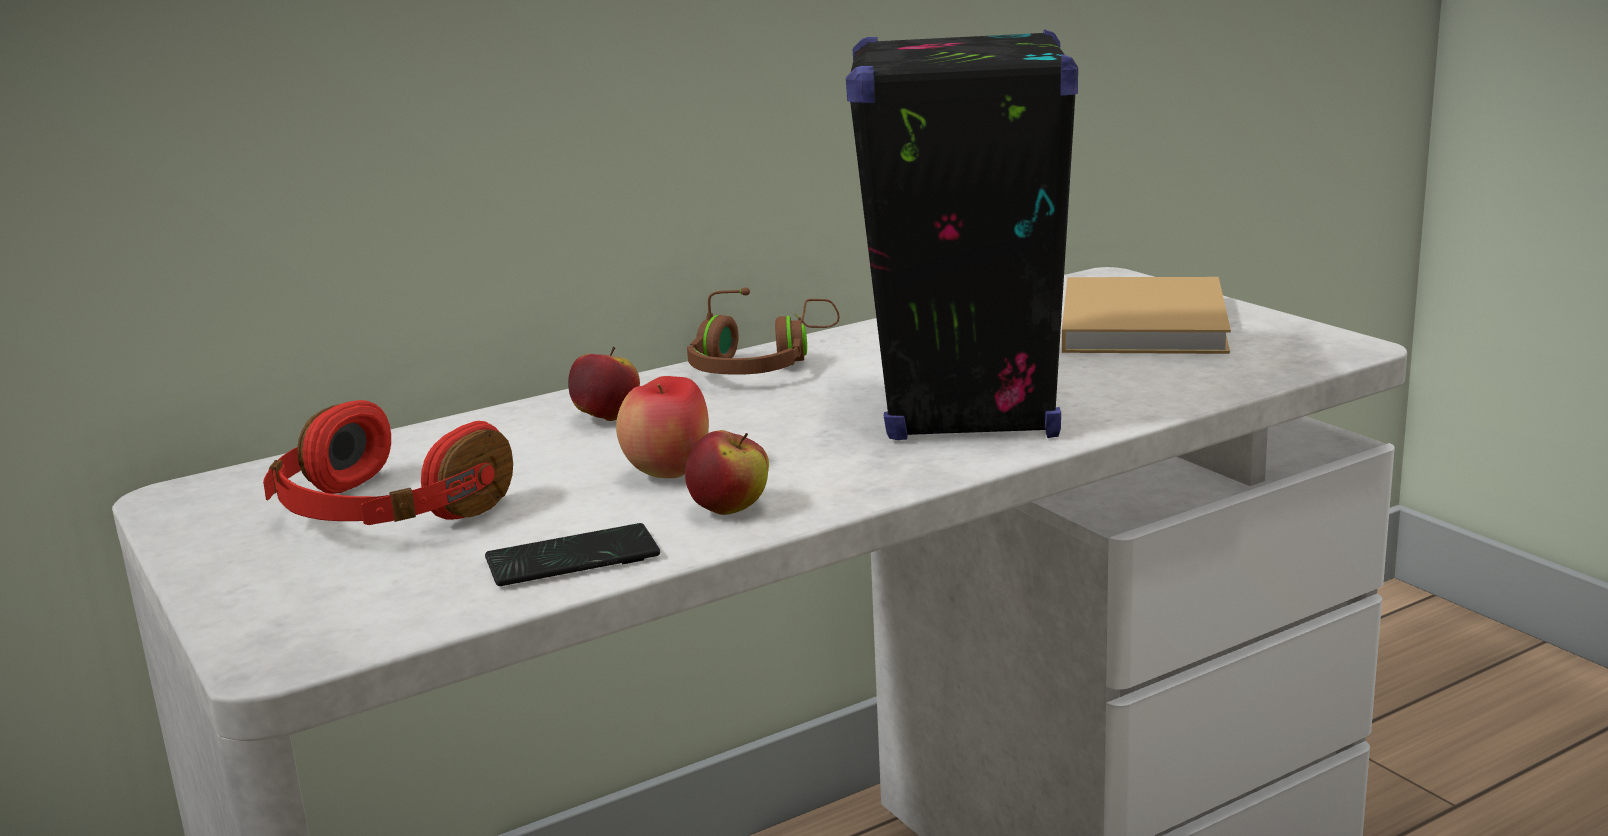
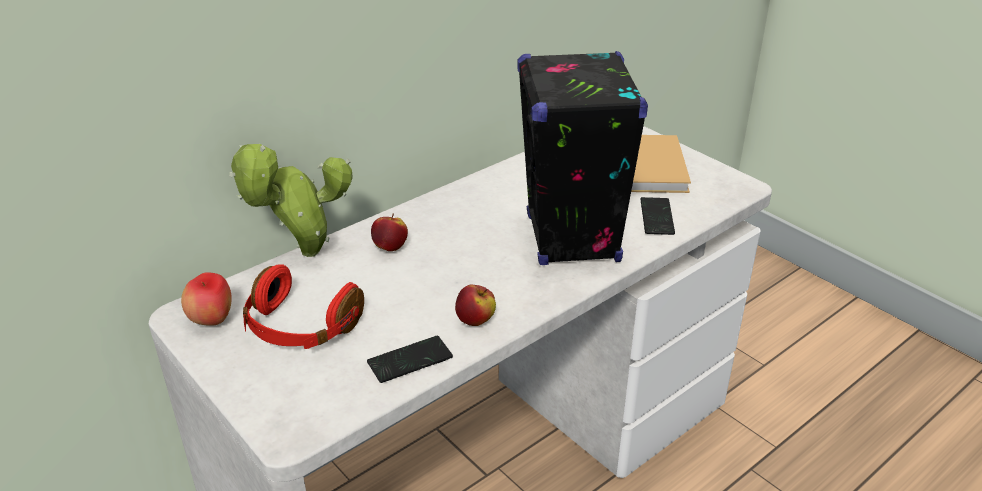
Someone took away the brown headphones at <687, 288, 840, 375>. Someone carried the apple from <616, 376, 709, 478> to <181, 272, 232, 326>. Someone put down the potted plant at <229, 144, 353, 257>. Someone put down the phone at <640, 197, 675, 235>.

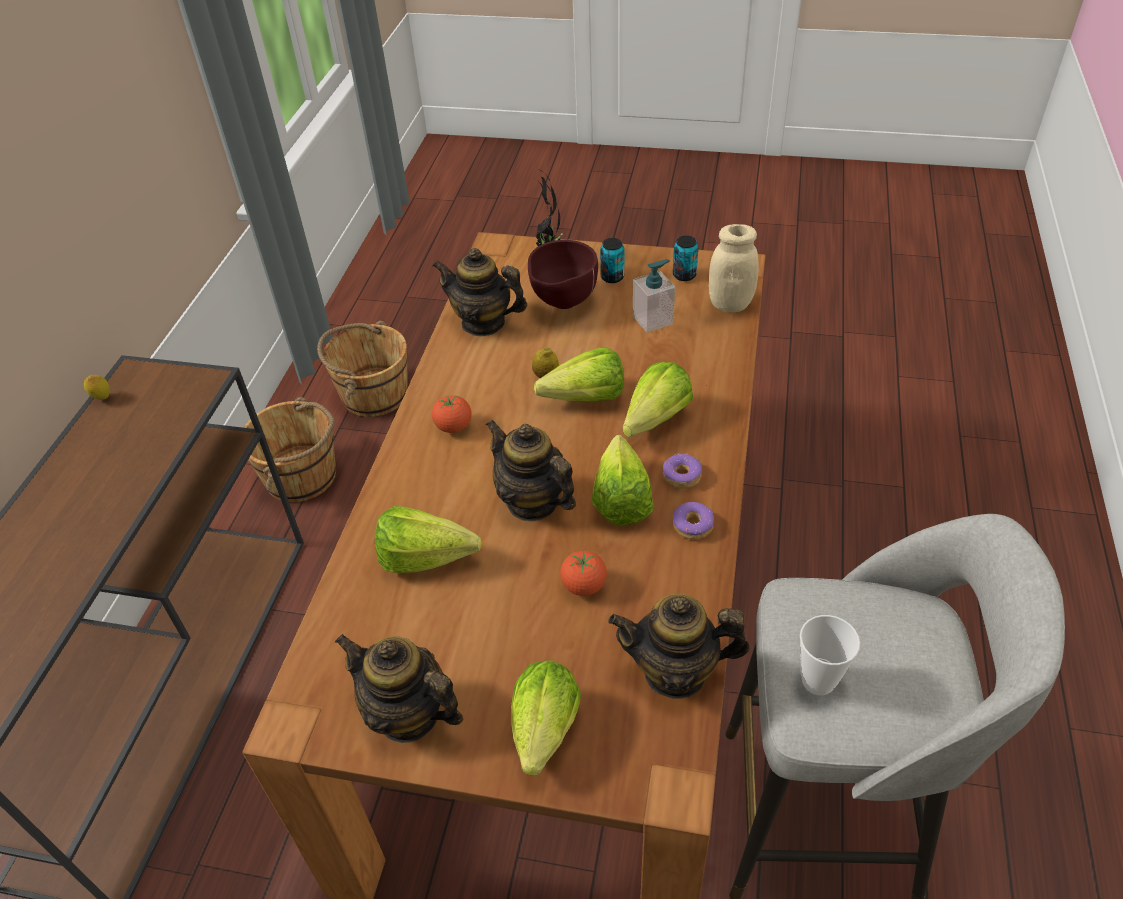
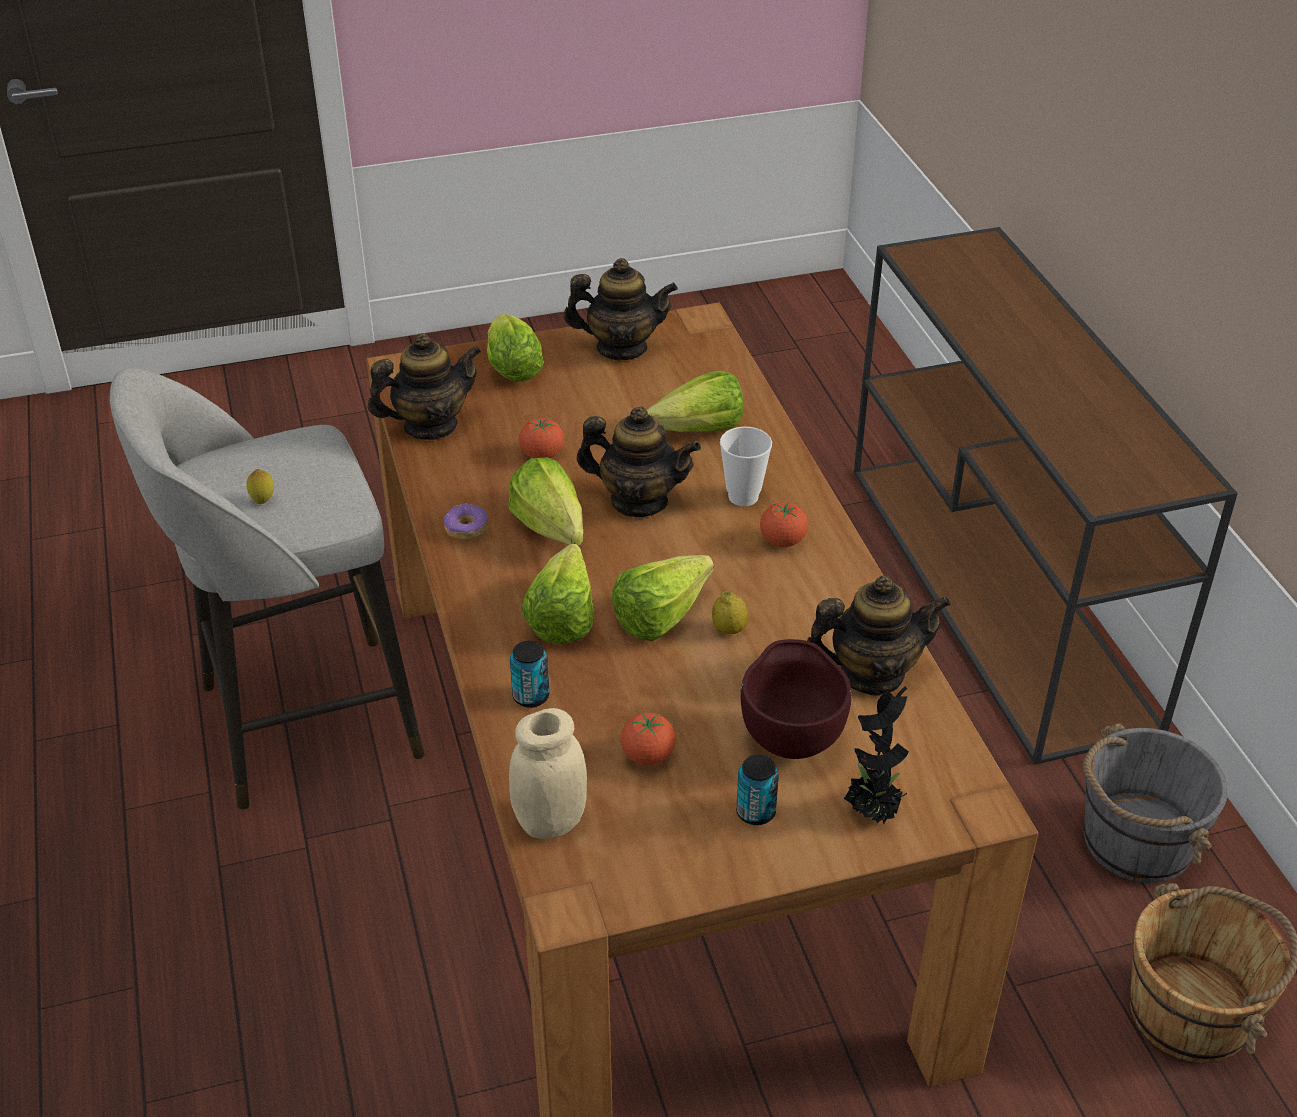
Someone carried the can from <673, 236, 698, 281> to <510, 641, 549, 708>. Someone swapped the soap dispenser at <633, 259, 675, 333> for the tomato at <621, 713, 676, 765>. Someone carried the lemon from <84, 375, 110, 400> to <246, 469, 274, 504>. Someone repainted the brown bucket at <243, 397, 336, 502>, which became the grey bucket at <1083, 723, 1228, 883>. Someone took away the donut at <663, 453, 702, 489>. Someone carried the cup from <800, 615, 860, 695> to <720, 427, 772, 506>.

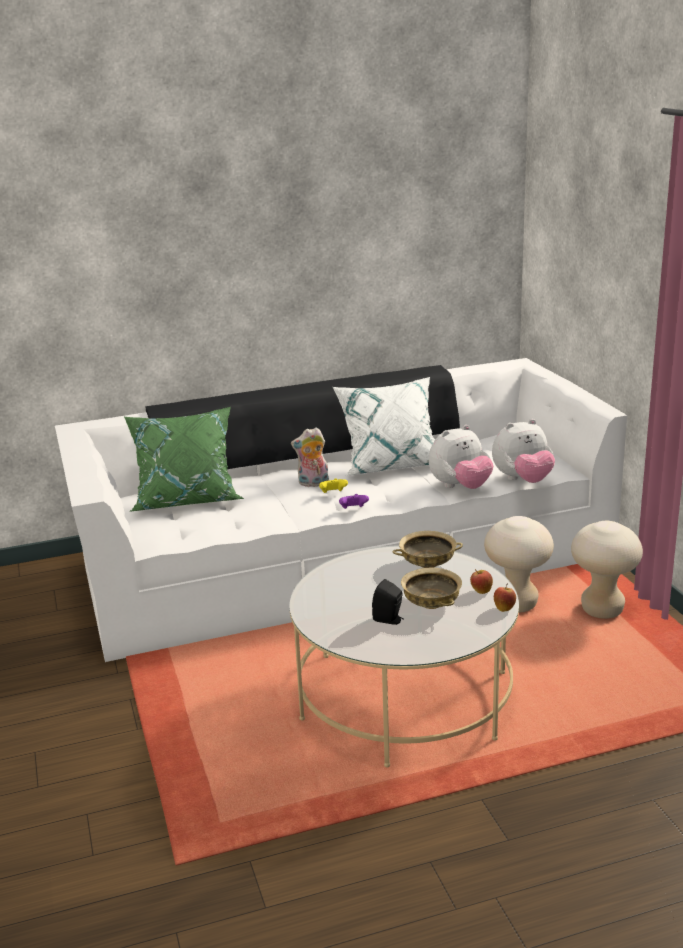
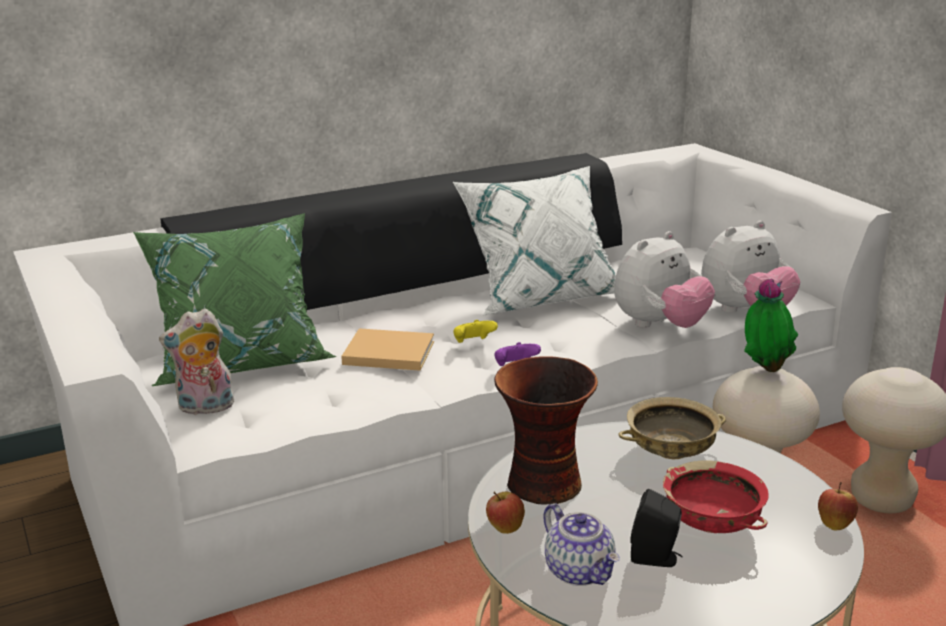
Someone carried the plush toy from <291, 428, 329, 487> to <159, 308, 235, 415>. Someone repainted the beige bowl at <401, 567, 462, 609>, which became the red bowl at <663, 460, 769, 533>. Someone carried the apple from <470, 569, 493, 594> to <486, 491, 525, 534>. Someone put down the potted plant at <744, 279, 798, 372>. Someone put down the beige book at <341, 328, 434, 371>. Someone put down the vase at <494, 356, 598, 504>. Someone put down the teapot at <544, 503, 620, 586>.

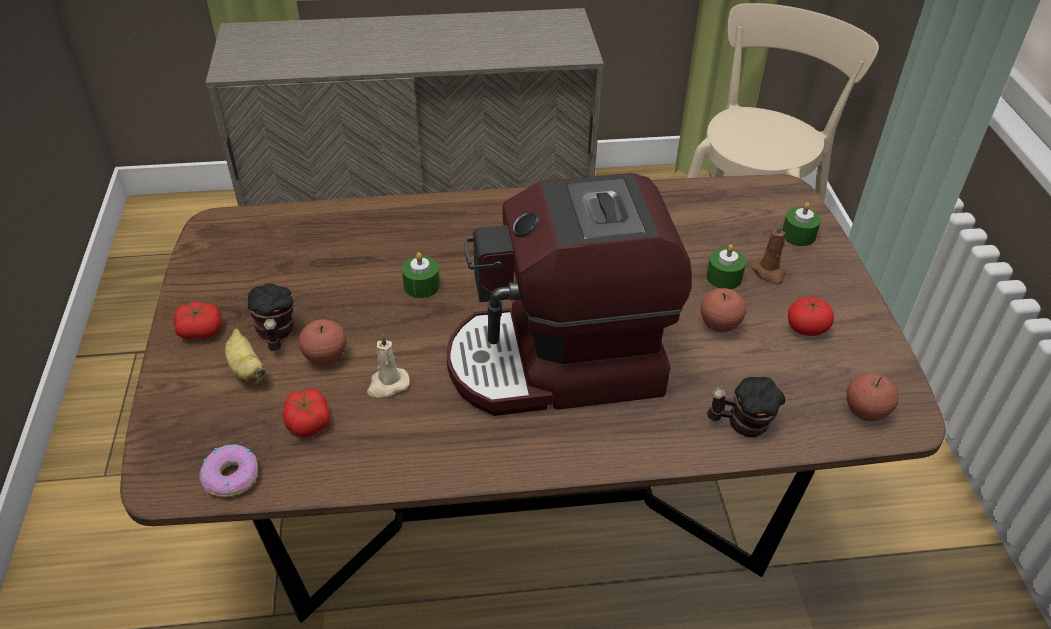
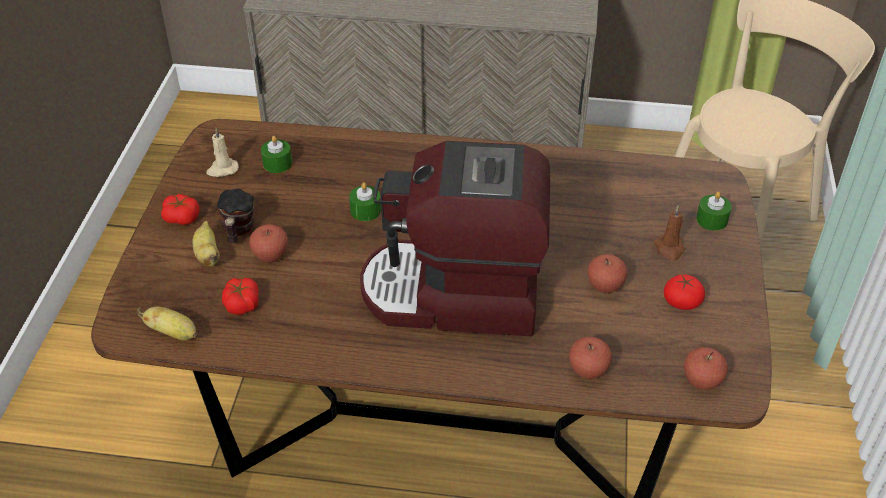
Someone carried the green candle from <706, 244, 746, 289> to <261, 136, 292, 173>. Someone carried the beige candle from <367, 333, 410, 397> to <206, 128, 239, 177>. Someone swapped the mug at <707, 377, 786, 437> for the apple at <569, 337, 612, 379>. Someone swapped the donut at <199, 444, 258, 497> for the banana at <137, 307, 196, 340>.

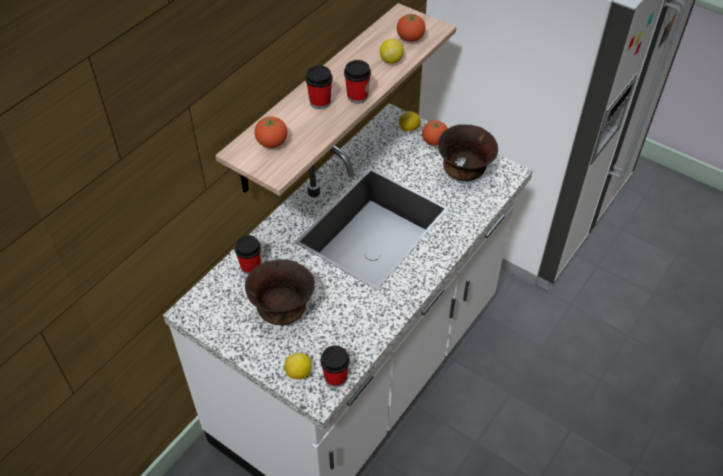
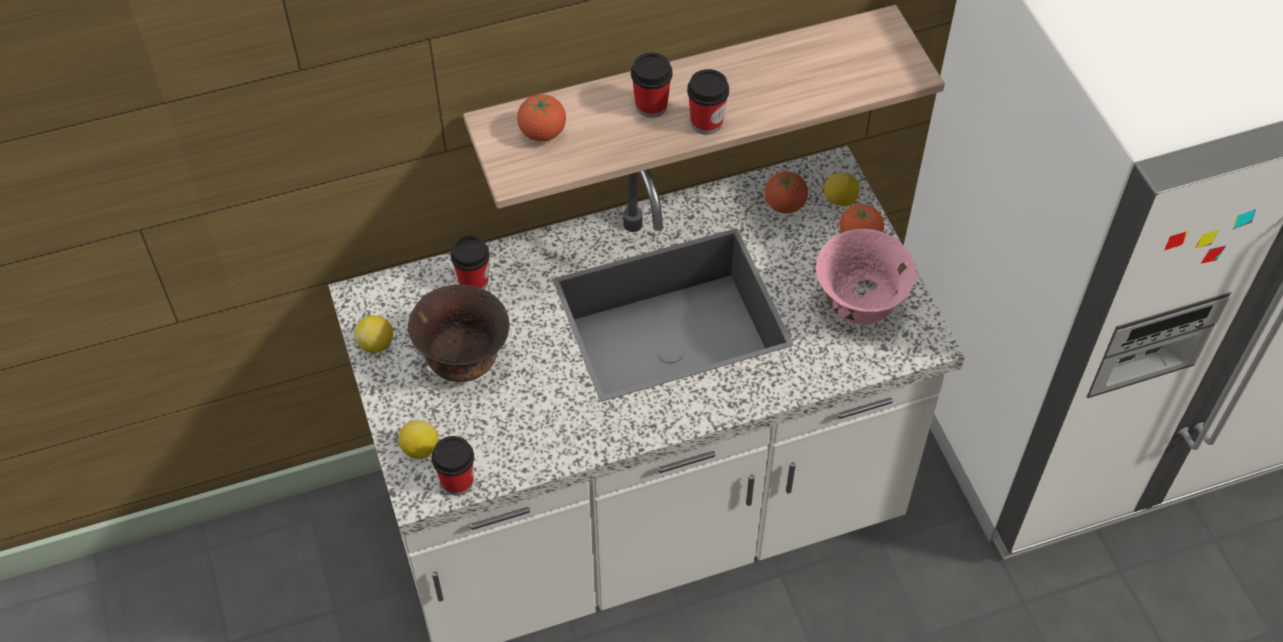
Someone carried the tomato from <397, 14, 426, 42> to <765, 172, 808, 213>. Someone carried the lemon from <380, 39, 404, 64> to <355, 315, 393, 353>. Someone repainted the brown bowl at <438, 124, 498, 181>, which became the pink bowl at <816, 229, 916, 325>.

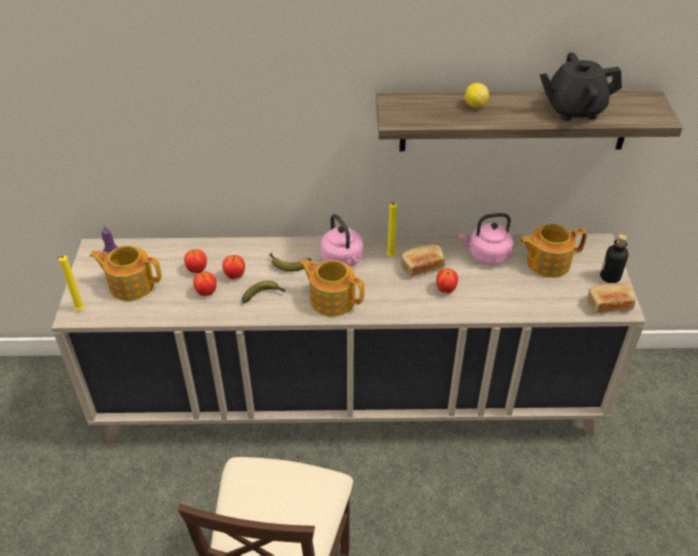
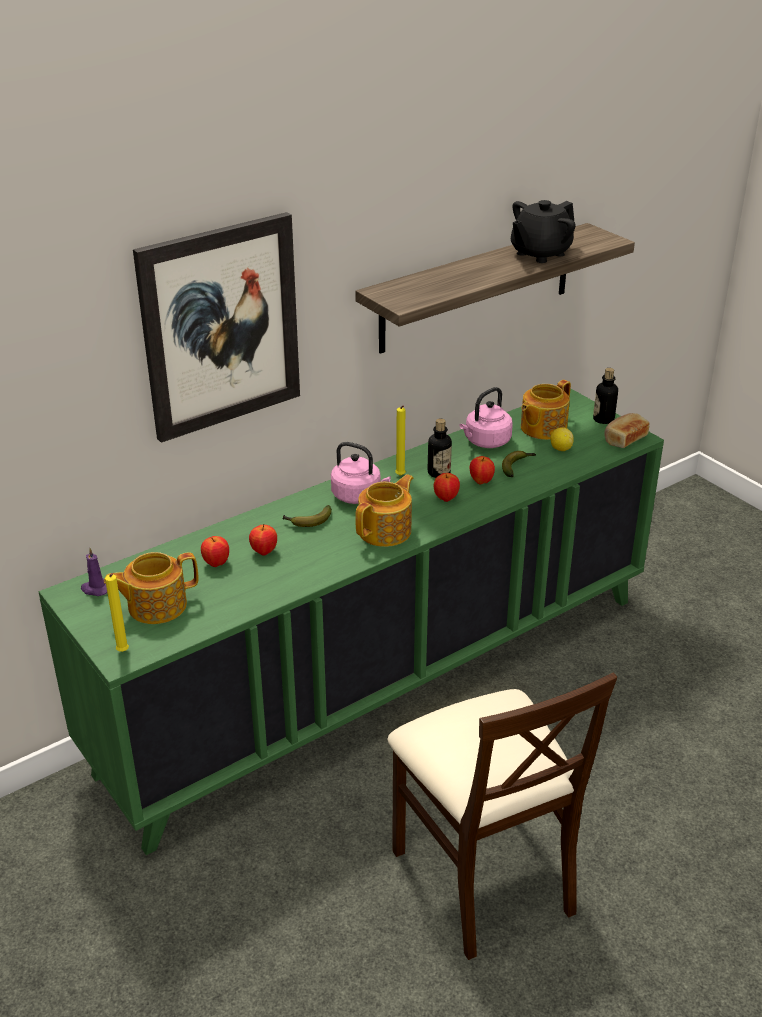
Someone carried the lemon from <465, 83, 489, 108> to <550, 427, 574, 451>. Someone repainted the beige cabinet at <52, 234, 646, 441>, which became the green cabinet at <39, 389, 664, 855>. Someone swapped the bread at <401, 244, 445, 277> for the bottle at <428, 419, 452, 478>. Someone rotated the teapot at <299, 259, 364, 317> by 135 degrees clockwise. Someone carried the apple from <193, 272, 217, 296> to <434, 473, 460, 502>. Someone carried the banana from <242, 281, 285, 303> to <502, 451, 536, 477>. Someone put up the picture at <133, 212, 300, 443>.

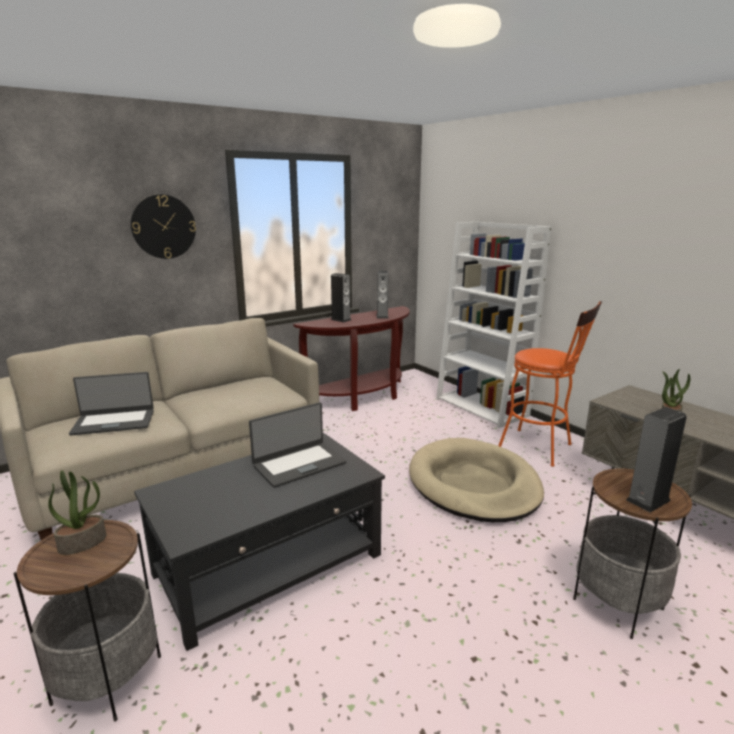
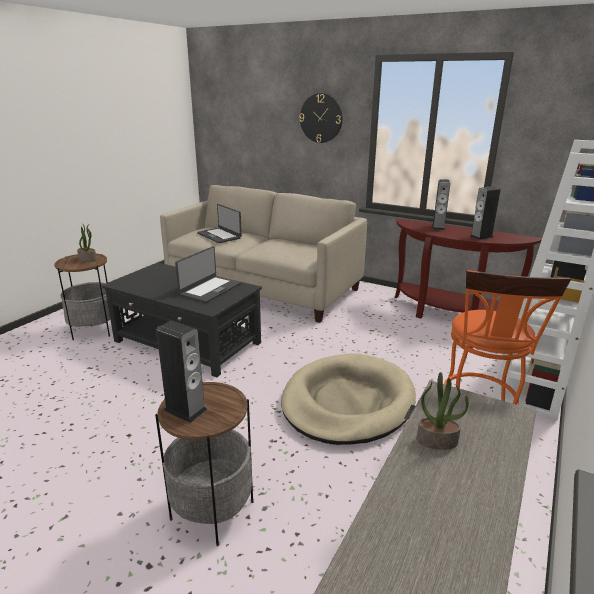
Someone rotated the laptop at <249, 402, 346, 488> by 90 degrees counterclockwise.

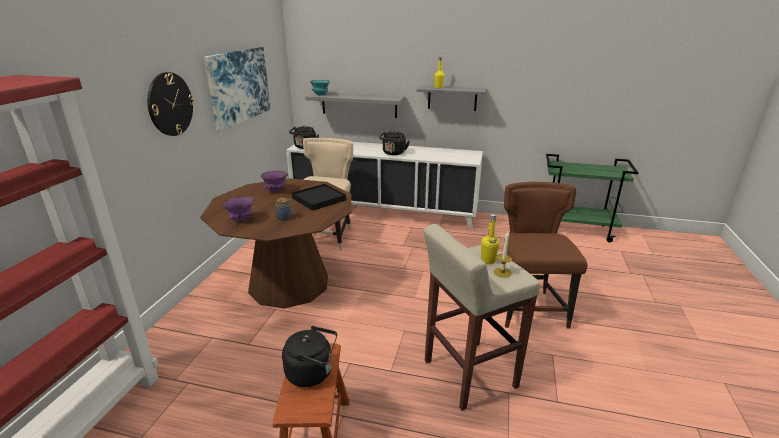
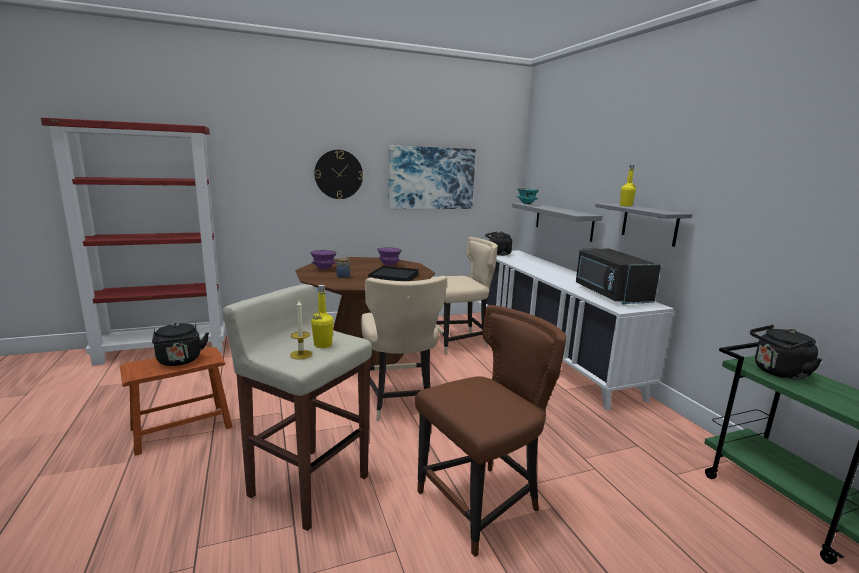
Someone carried the black kettle from <379, 131, 410, 155> to <750, 325, 822, 380>. Someone put down the black microwave at <576, 248, 661, 304>. Someone put down the beige chair at <361, 276, 447, 421>.

